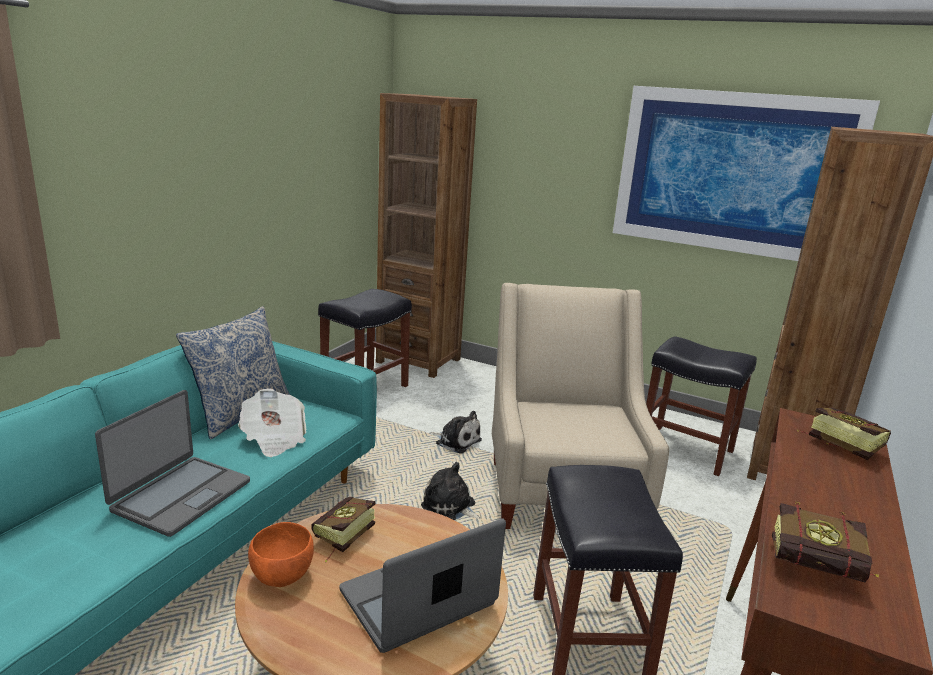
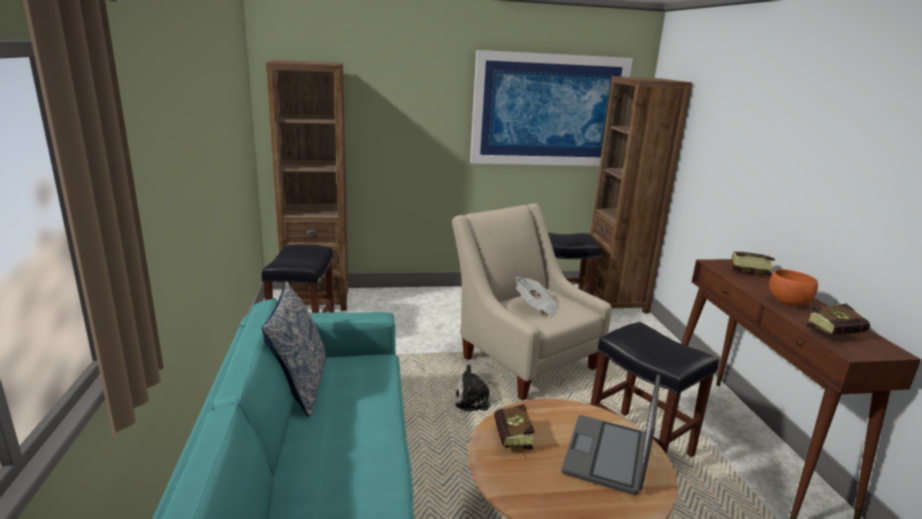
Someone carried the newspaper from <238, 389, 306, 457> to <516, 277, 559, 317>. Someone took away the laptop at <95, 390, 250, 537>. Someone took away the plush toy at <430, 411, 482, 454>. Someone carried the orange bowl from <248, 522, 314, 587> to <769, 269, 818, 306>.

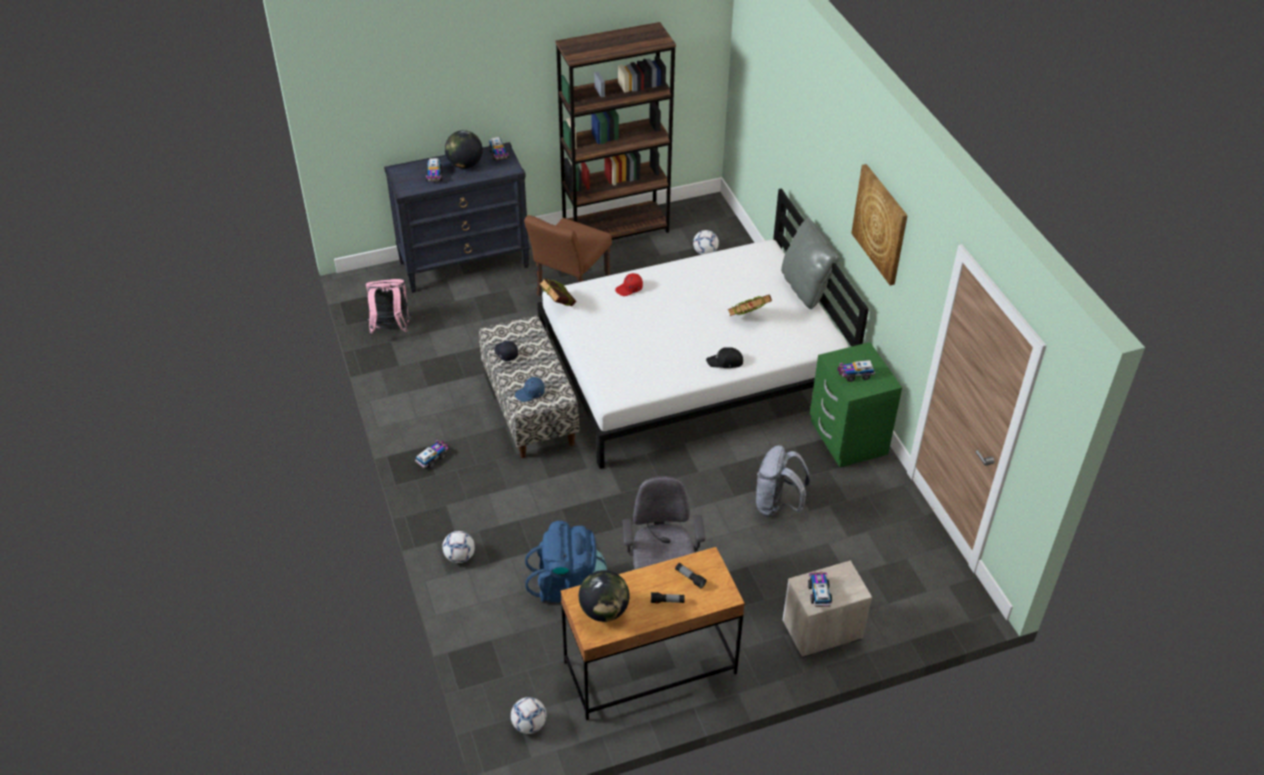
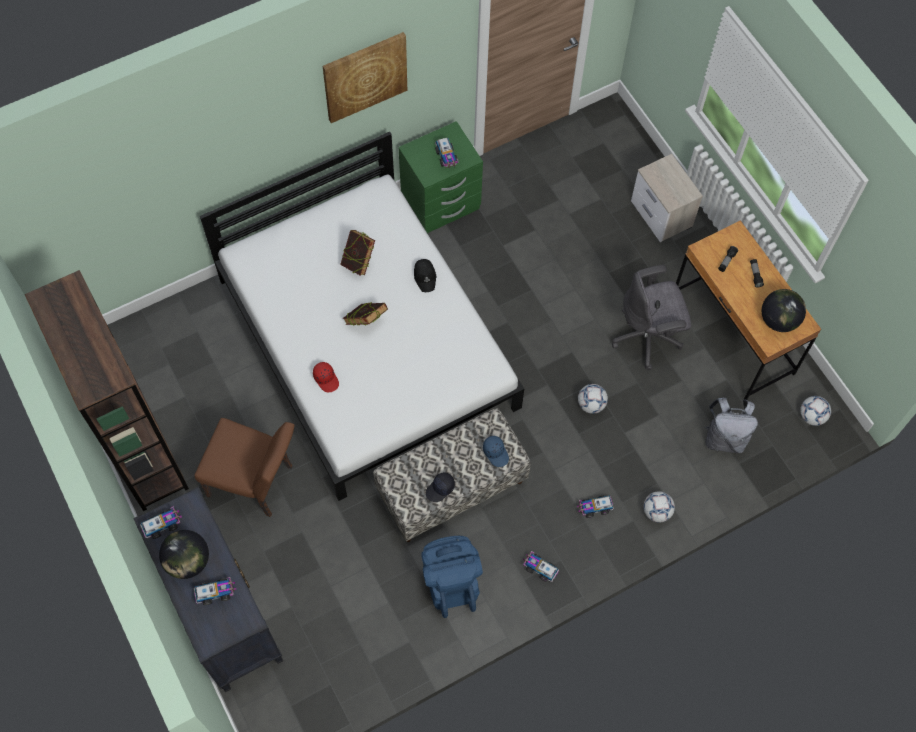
Someone took away the grey pillow at <781, 218, 839, 309>. Someone carried the football from <693, 230, 719, 255> to <578, 384, 608, 414>. Someone took away the pink backpack at <366, 279, 411, 334>. Someone carried the book from <539, 279, 576, 306> to <343, 302, 388, 325>. Someone carried the grey backpack from <756, 445, 810, 517> to <704, 398, 758, 453>. Someone carried the blue backpack from <525, 521, 607, 602> to <421, 536, 483, 618>. Someone carried the toy truck from <808, 571, 832, 607> to <577, 496, 614, 518>.

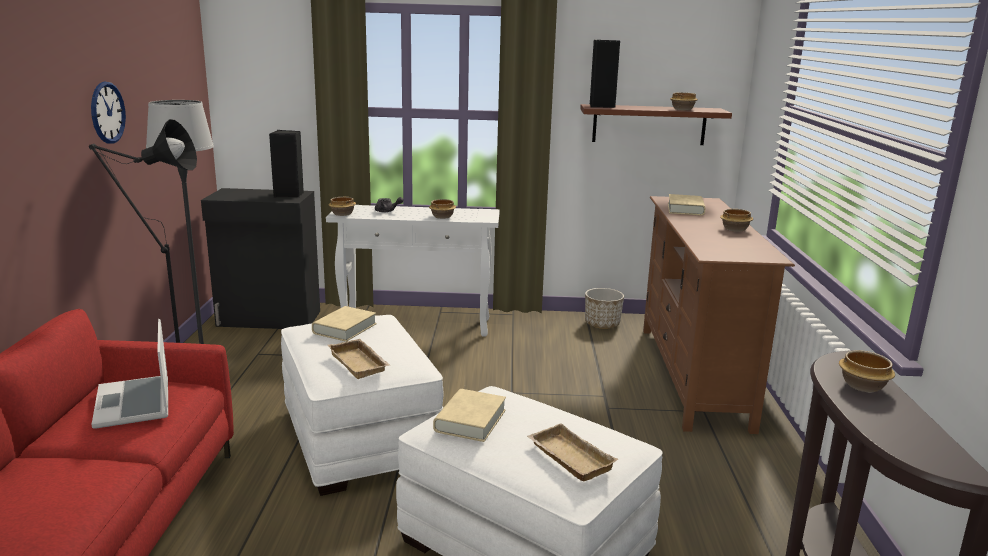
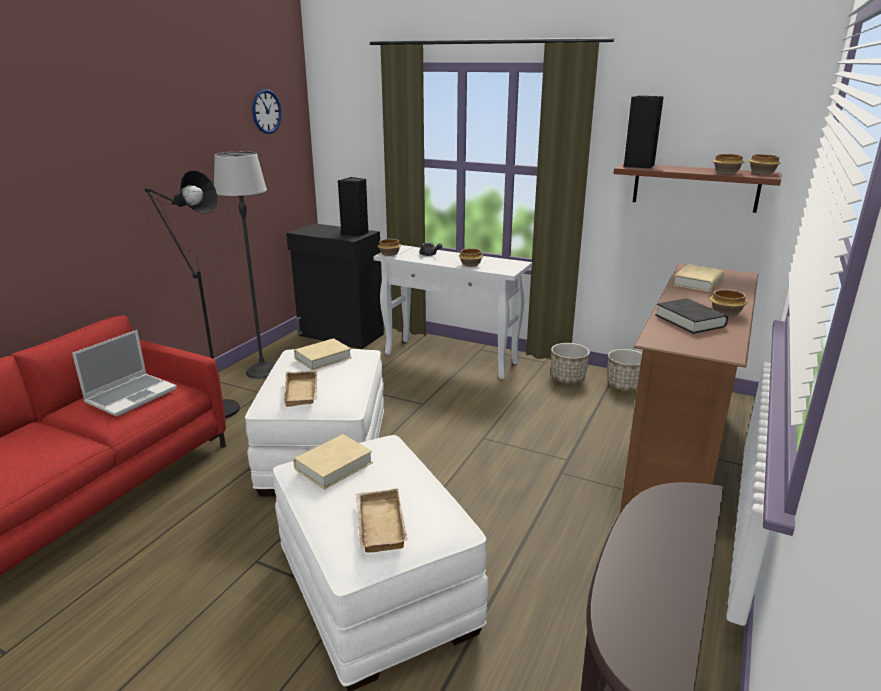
Someone carried the wall clock from <91, 82, 126, 144> to <252, 89, 282, 134>. Someone rotated the laptop at <91, 319, 168, 429> by 150 degrees counterclockwise. Someone carried the bowl from <839, 350, 895, 392> to <749, 154, 781, 175>. Someone put down the black book at <655, 298, 728, 334>. Someone put down the planter at <551, 343, 590, 384>.

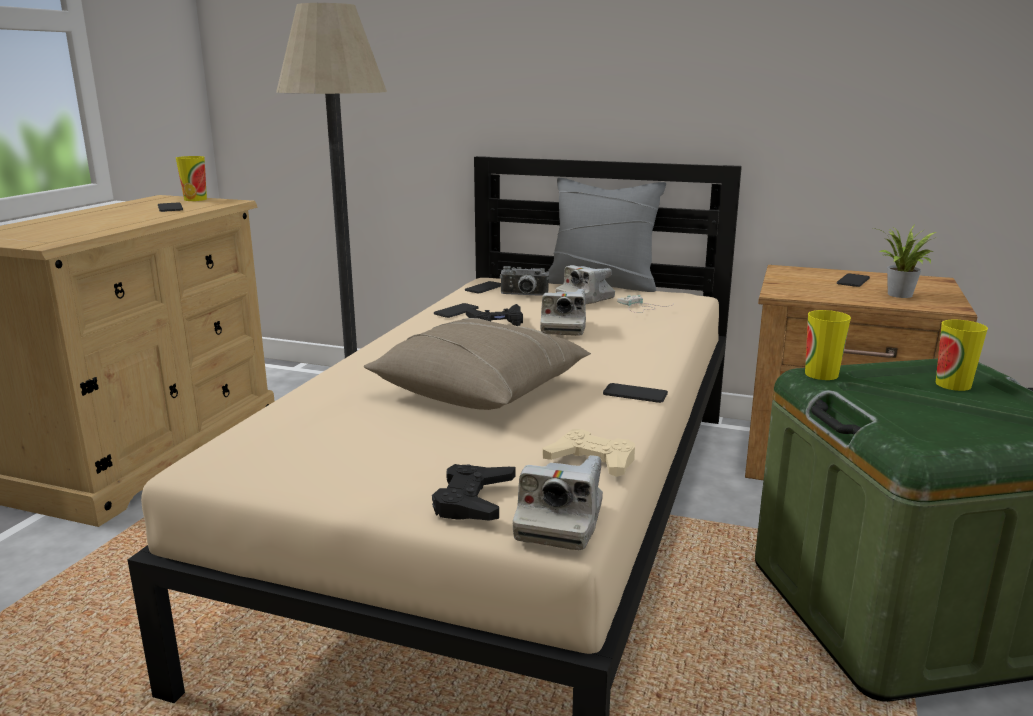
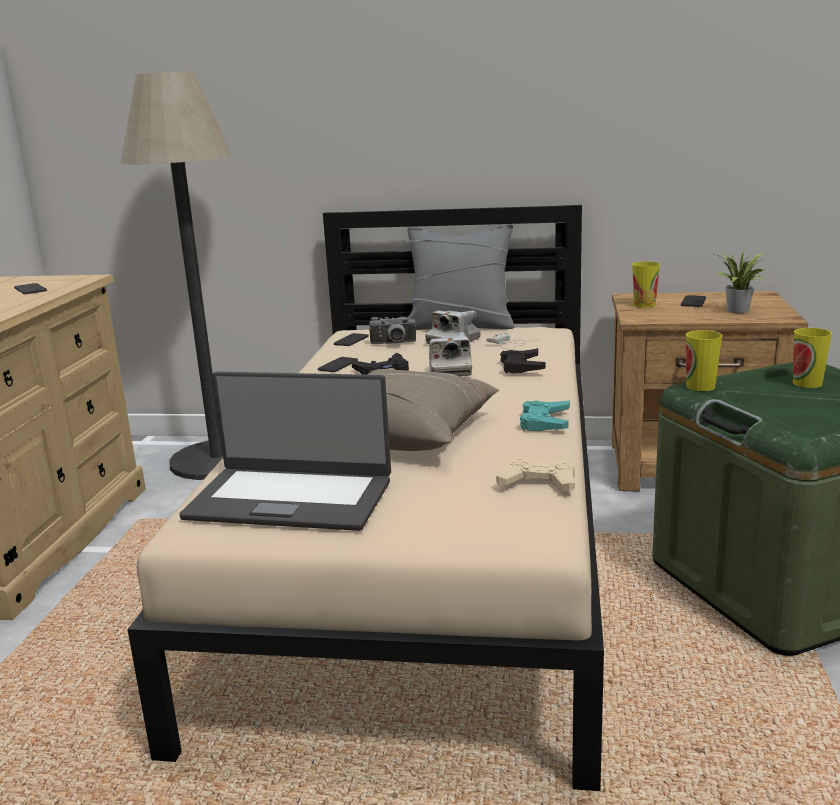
Someone carried the cup from <176, 156, 207, 201> to <632, 261, 660, 308>. Someone swapped the phone at <603, 383, 668, 403> for the turquoise game controller at <520, 400, 570, 431>. Someone took away the photo camera at <513, 455, 603, 550>. Someone carried the black game controller from <432, 464, 516, 521> to <500, 348, 545, 373>. Someone put down the laptop at <179, 372, 391, 531>.

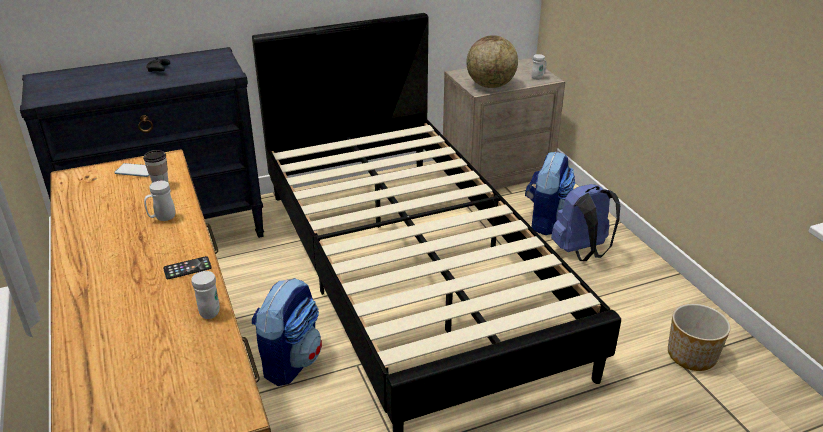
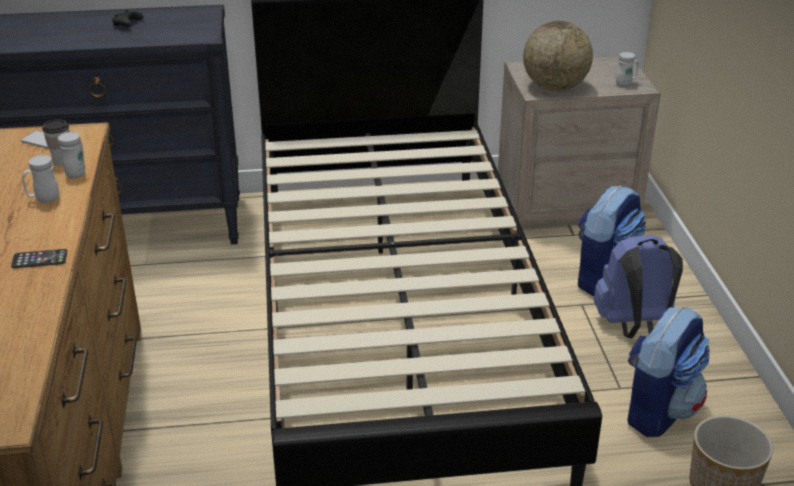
Someone carried the white mug from <191, 271, 220, 319> to <58, 132, 85, 179>. Someone carried the backpack from <252, 278, 322, 386> to <627, 307, 710, 437>.

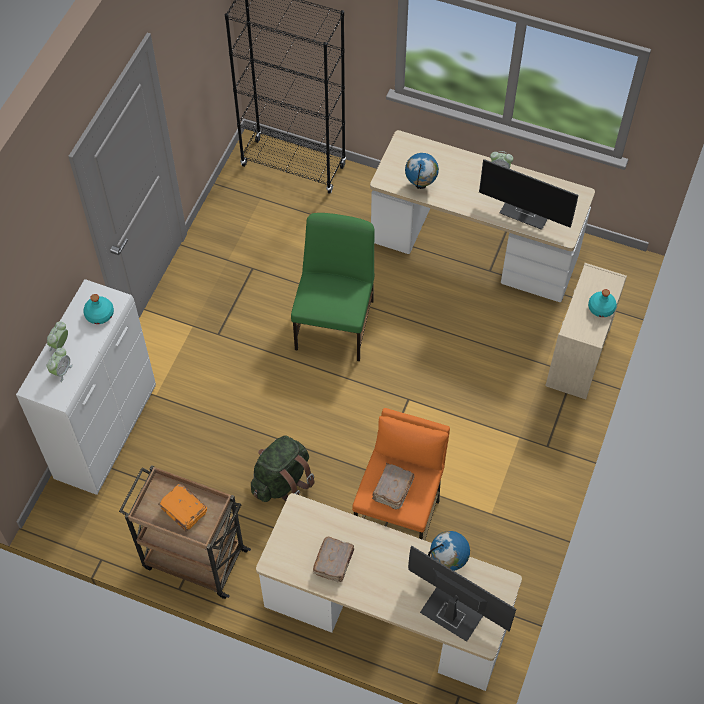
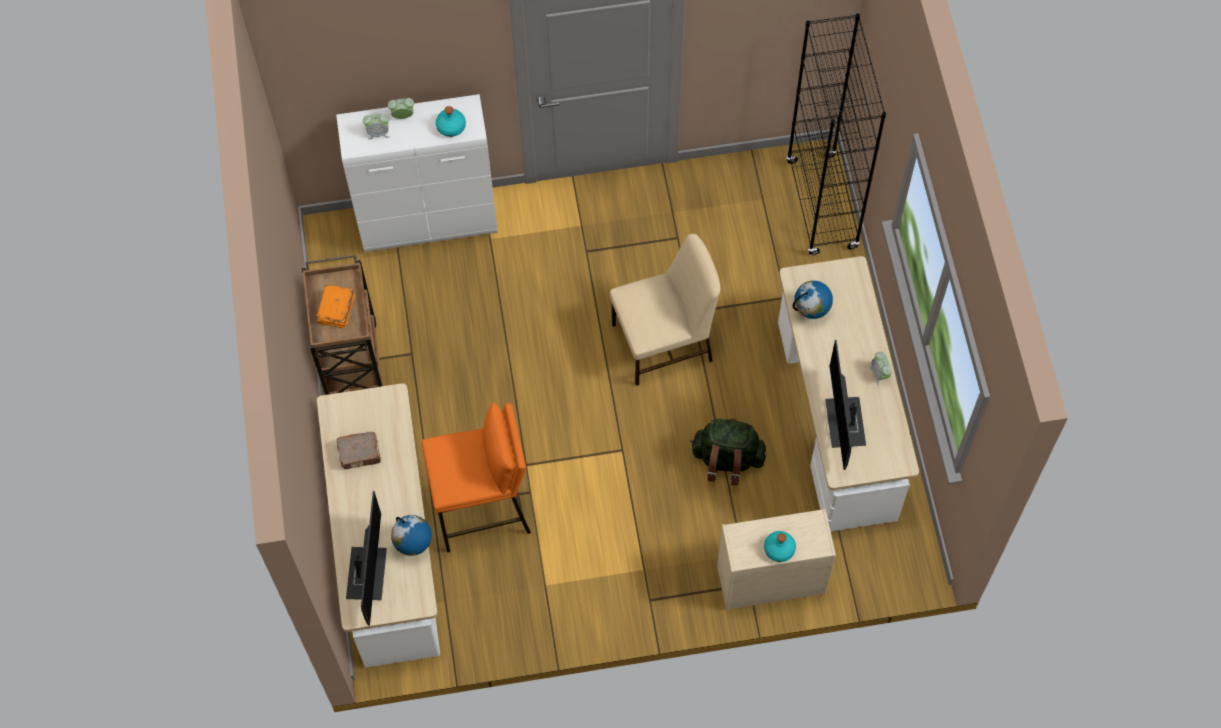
Someone repainted the green chair at <291, 213, 375, 361>, which became the beige chair at <610, 234, 721, 386>. Someone carried the green backpack from <251, 435, 314, 502> to <690, 418, 767, 486>. Someone took away the brown book at <372, 463, 414, 510>.

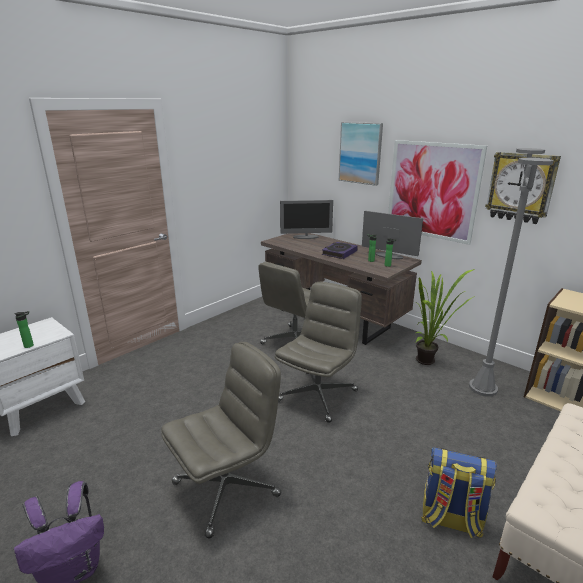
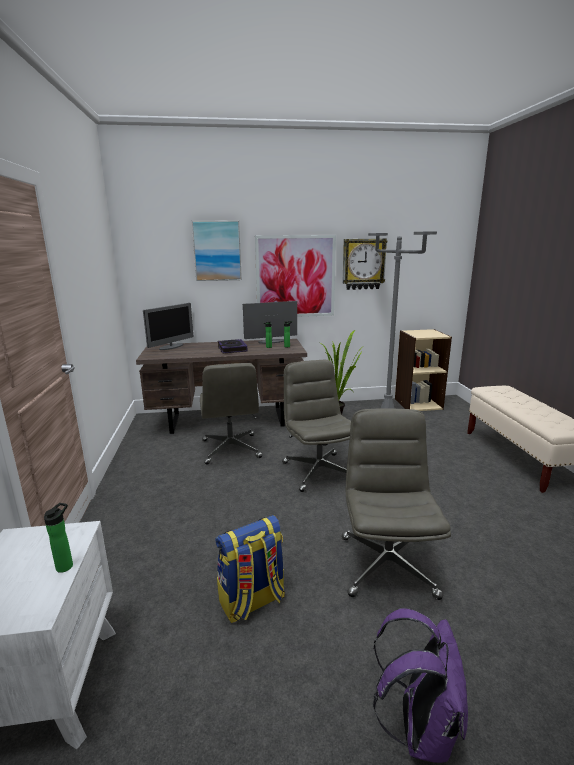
Someone carried the backpack from <421, 448, 497, 538> to <215, 515, 285, 623>.

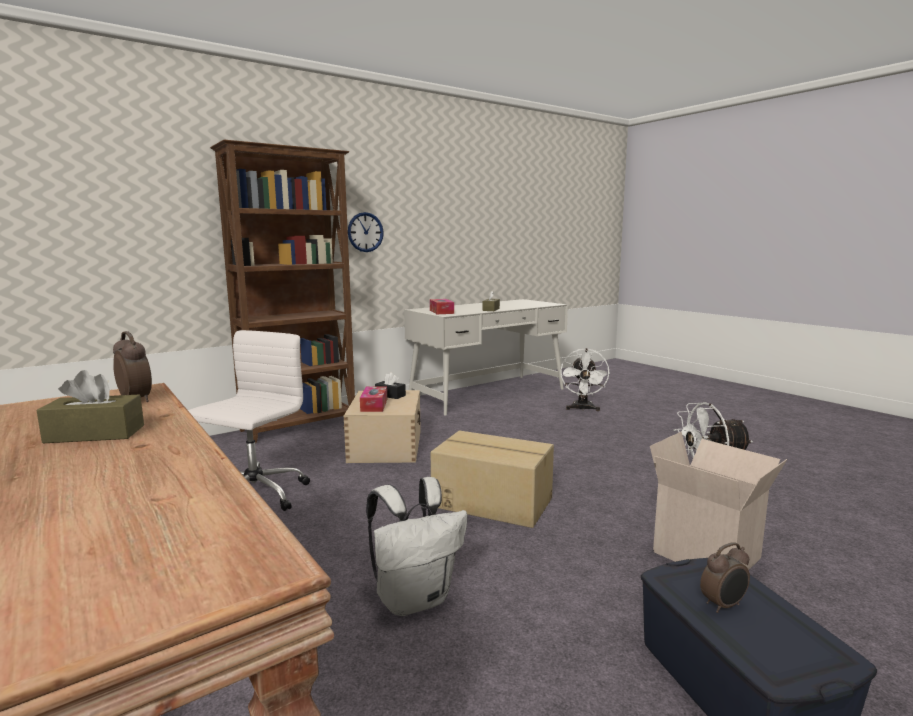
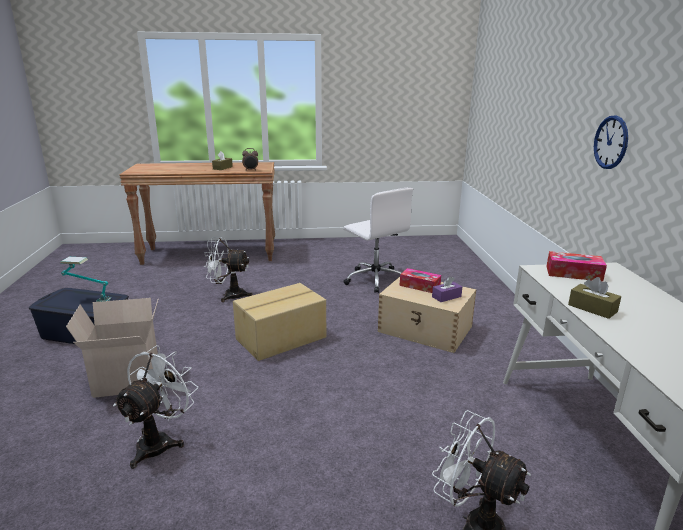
Someone took away the brown bookcase at <210, 140, 355, 443>. Someone repainted the black tissue box at <375, 372, 406, 399>, which became the purple tissue box at <432, 276, 462, 302>. Someone swapped the white backpack at <366, 477, 467, 616> for the white fan at <204, 237, 253, 302>. Someone swapped the alarm clock at <700, 542, 750, 613> for the table lamp at <60, 257, 111, 302>.

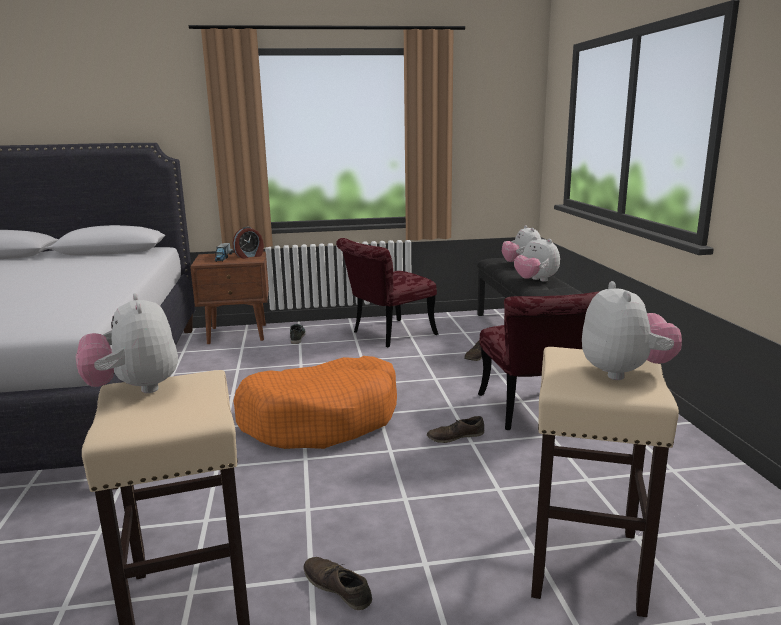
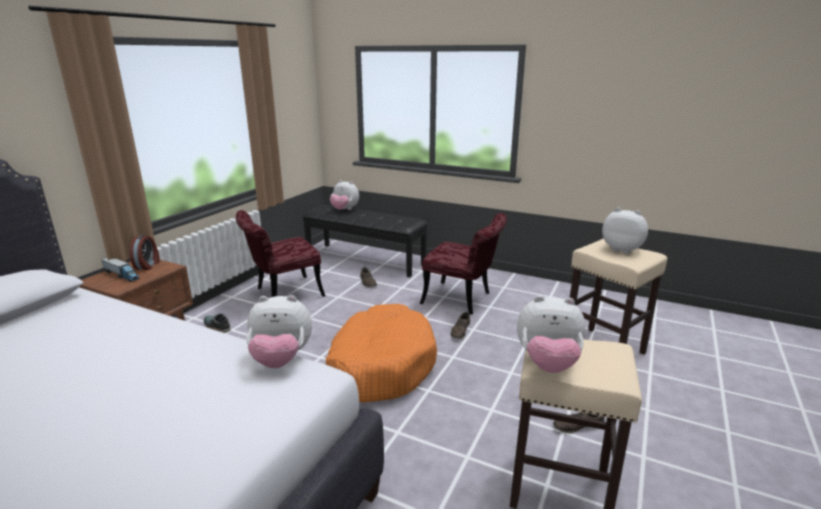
Someone carried the plush toy from <514, 236, 560, 282> to <246, 295, 312, 368>. Someone rotated the red chair at <336, 238, 438, 347> by 60 degrees clockwise.

